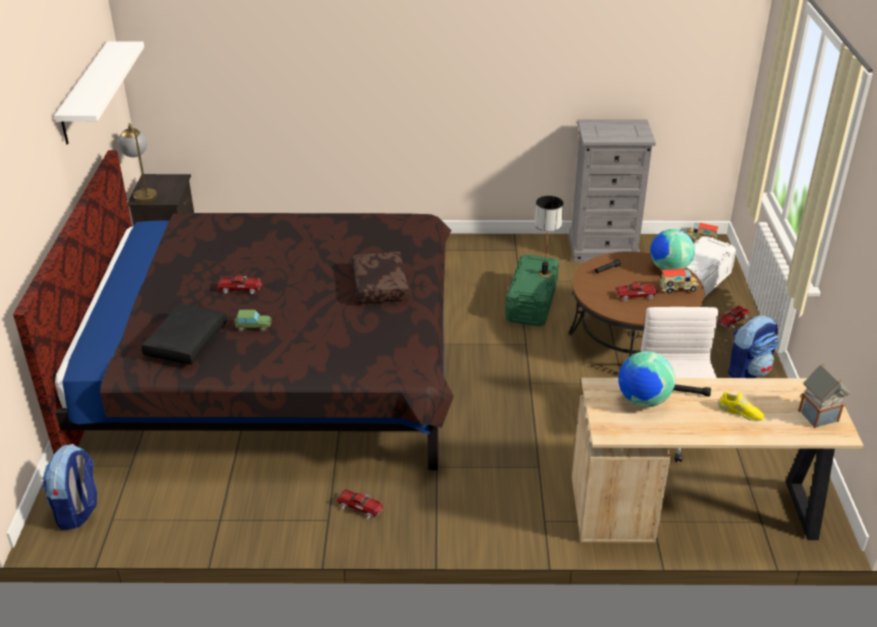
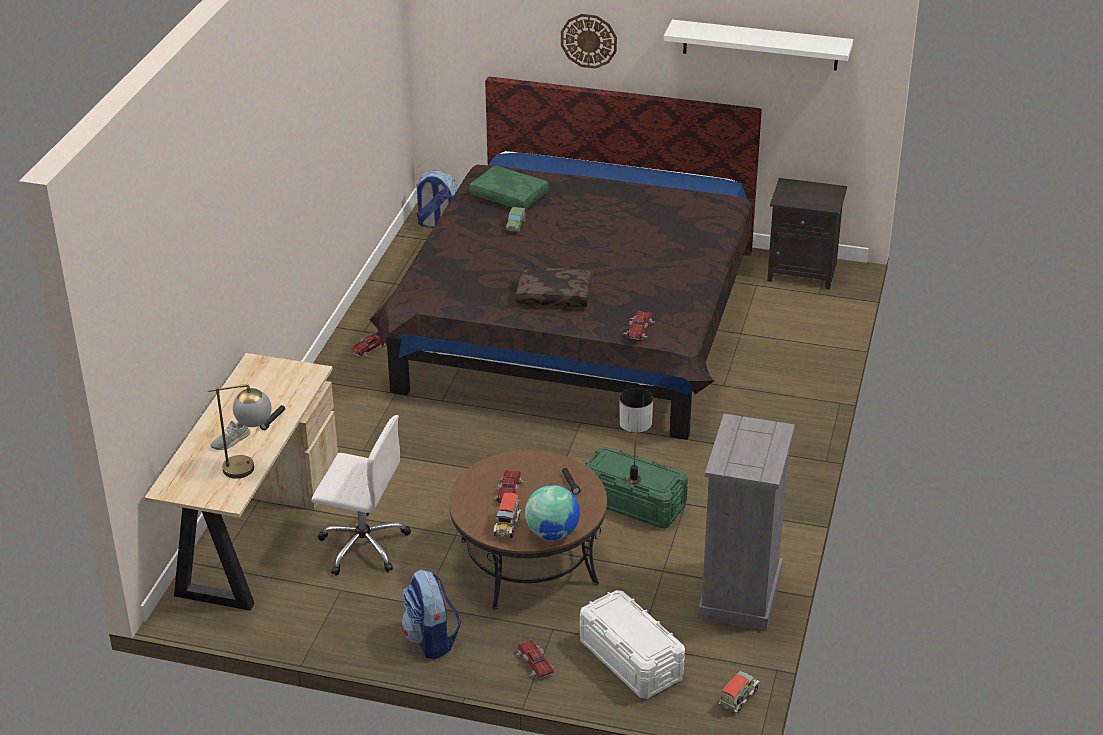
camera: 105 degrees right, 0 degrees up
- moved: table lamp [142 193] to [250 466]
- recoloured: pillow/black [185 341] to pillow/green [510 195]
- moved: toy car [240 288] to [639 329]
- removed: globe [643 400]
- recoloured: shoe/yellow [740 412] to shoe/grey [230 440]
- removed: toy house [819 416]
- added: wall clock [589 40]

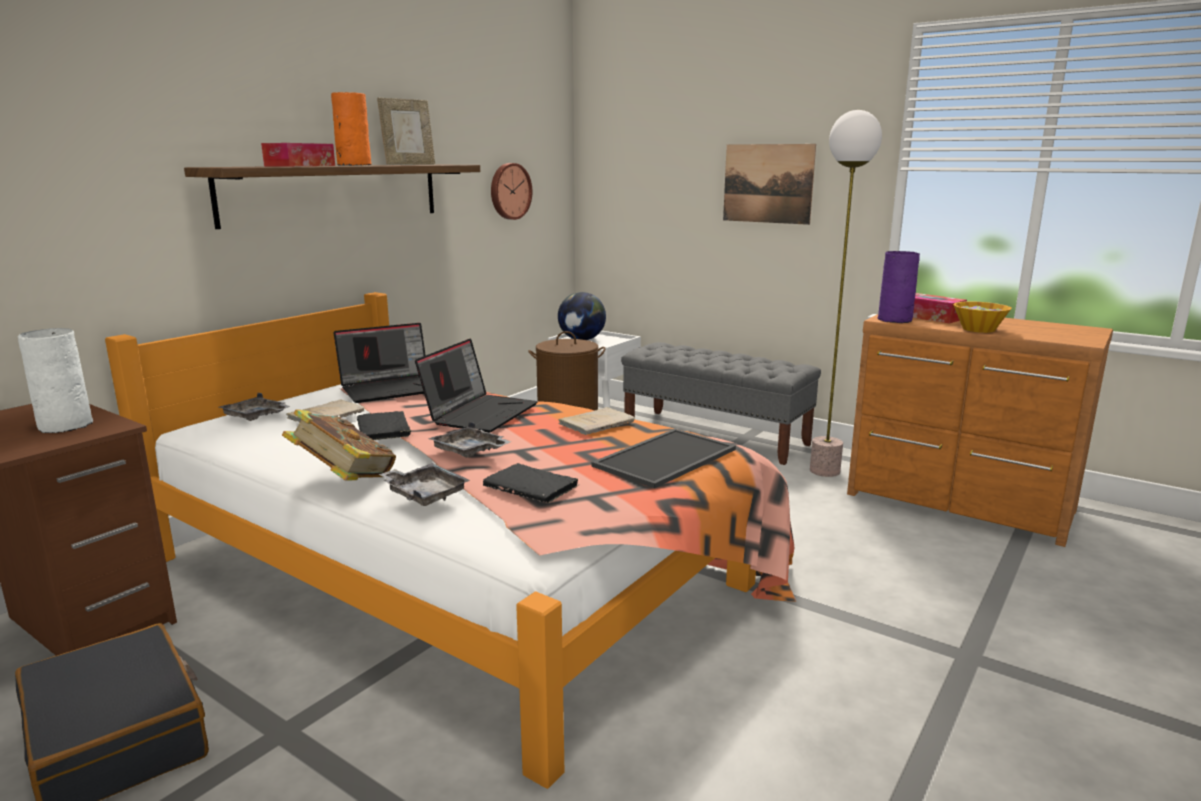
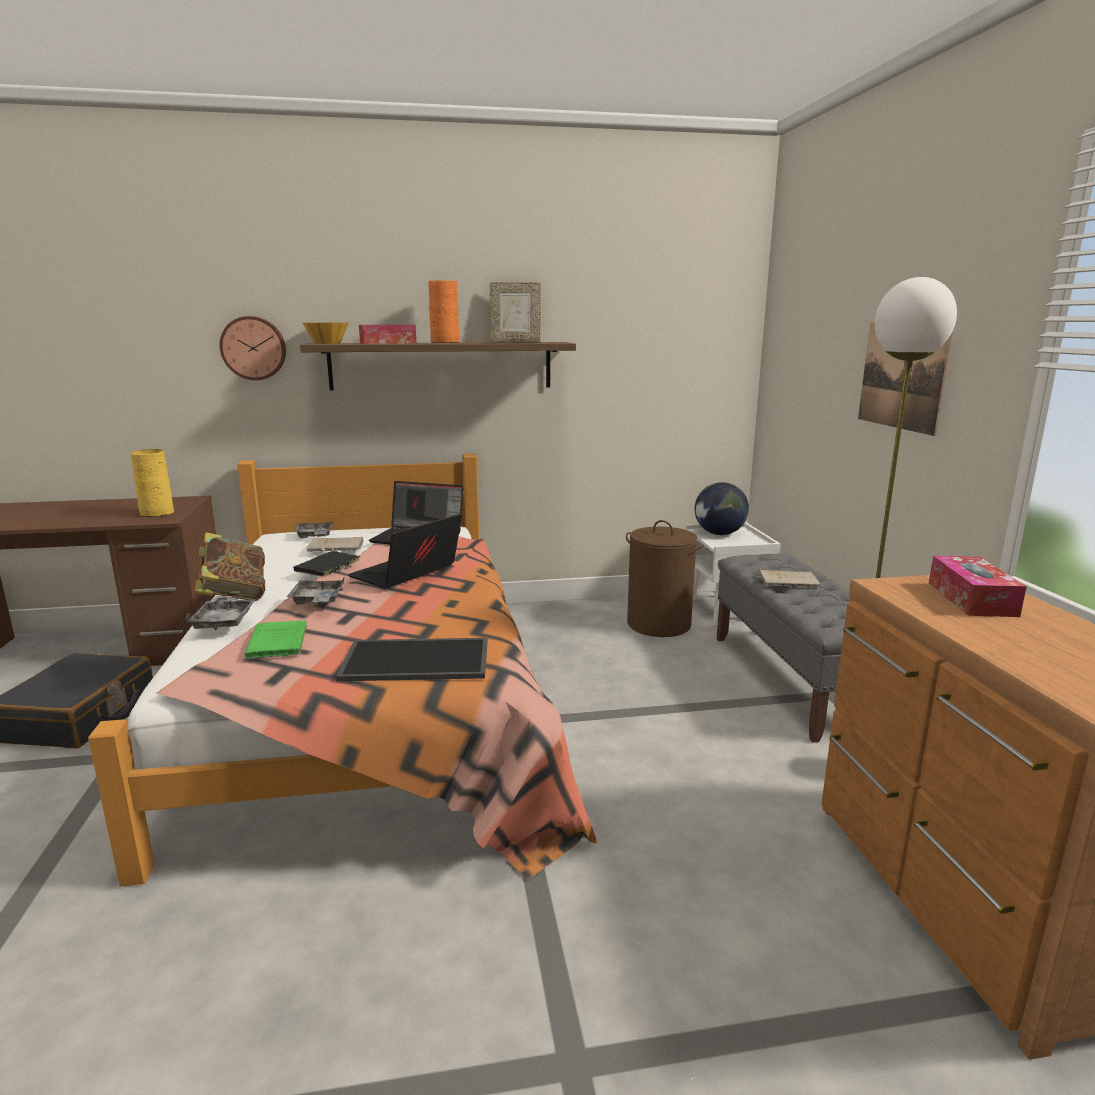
camera: 45 degrees right, 0 degrees up
- recoloured: vase/white [64 425] to vase/yellow [157 513]
- turned: laptop [480 413] = [406 574] 150 degrees clockwise
- recoloured: book/black [533 487] to book/green [277 643]
- moved: wall clock [509 191] to [254 348]
- moved: book/beige [598 423] to [790 581]
- removed: vase/purple [895 320]
- moved: bowl [978 329] to [327 343]

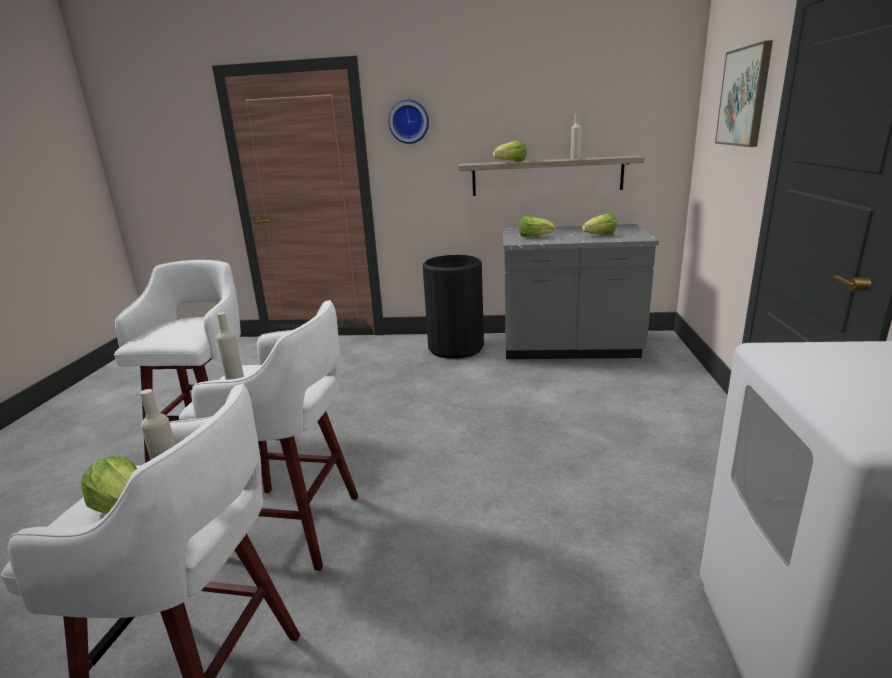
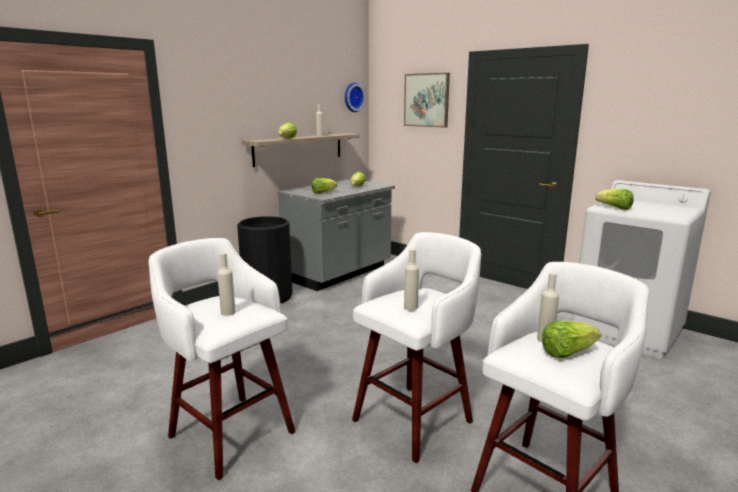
camera: 55 degrees left, 5 degrees down
- moved: wall clock [409 122] to [352 97]
- added: bottle/beige [228 312]
- added: lettuce [614 208]

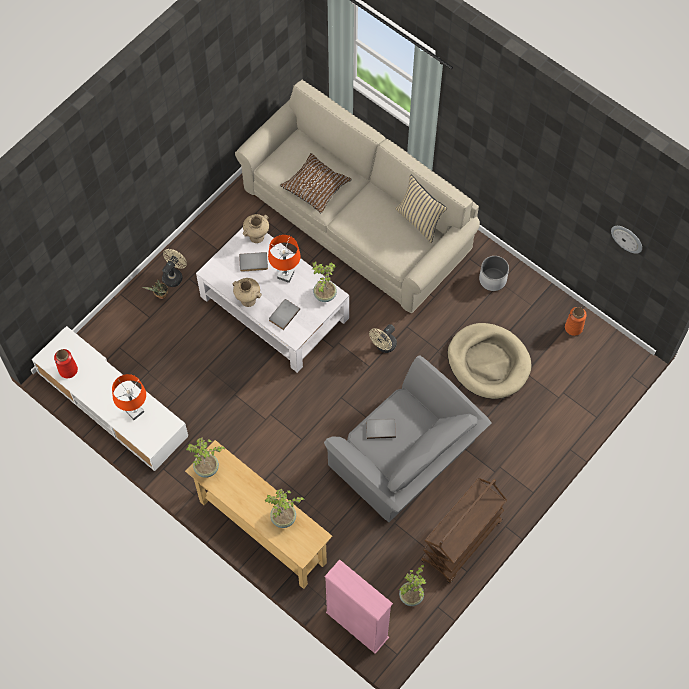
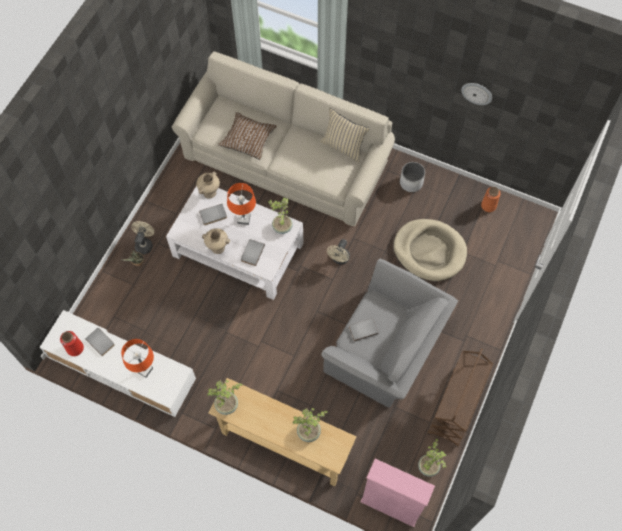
camera: 15 degrees left, 0 degrees up
- moved: wall clock [627 238] to [477 93]
- added: book/grey [101 341]

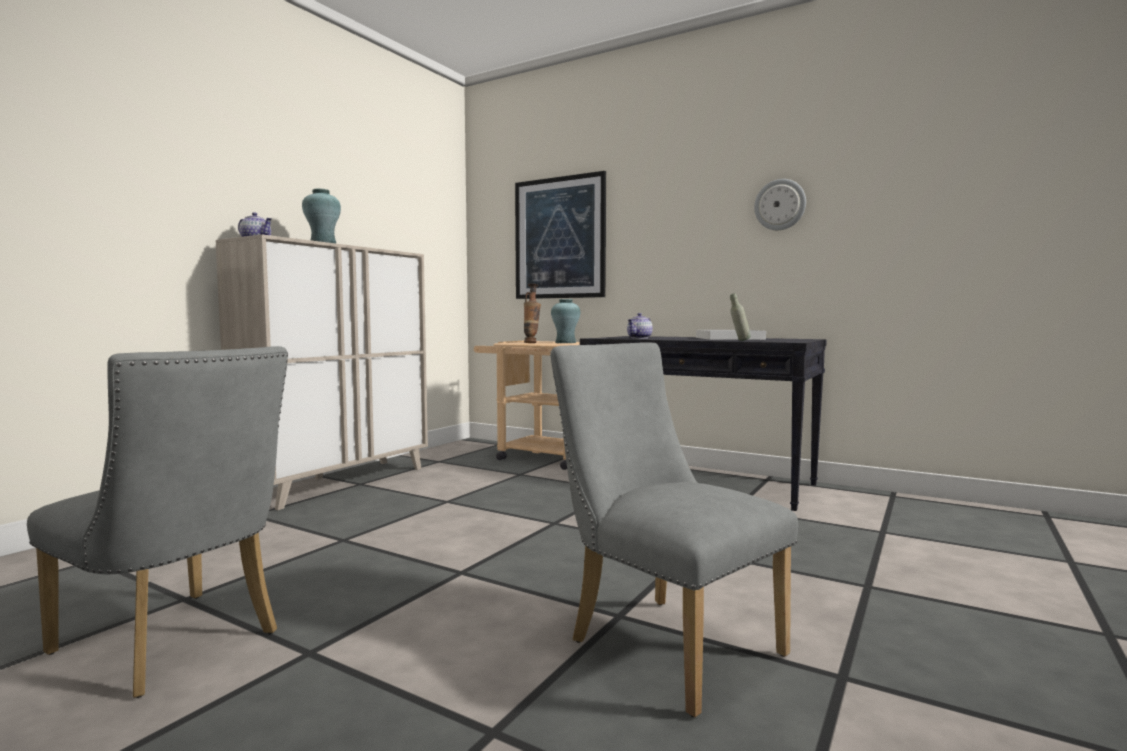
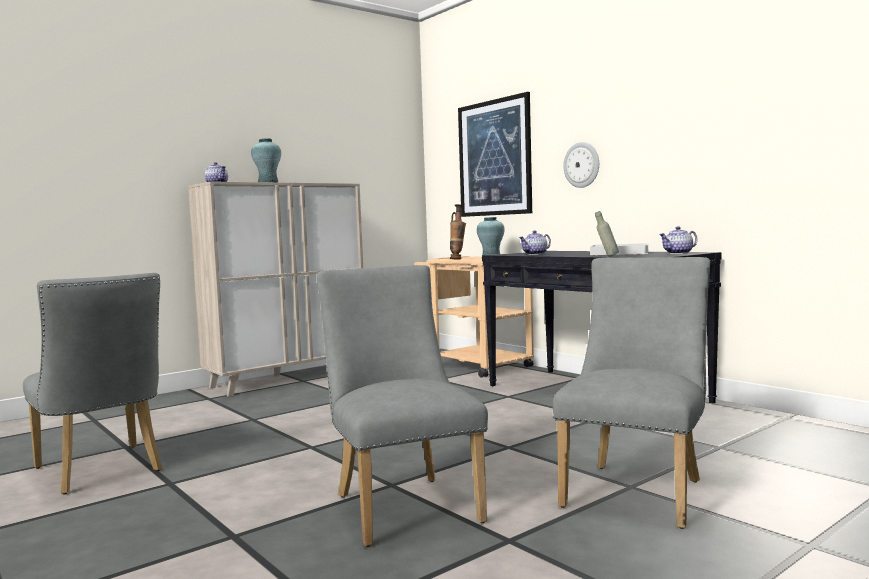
camera: 20 degrees right, 0 degrees up
- moved: wall clock [780 205] to [582 165]
- added: chair/grey [637 490]
- added: teapot [678 253]

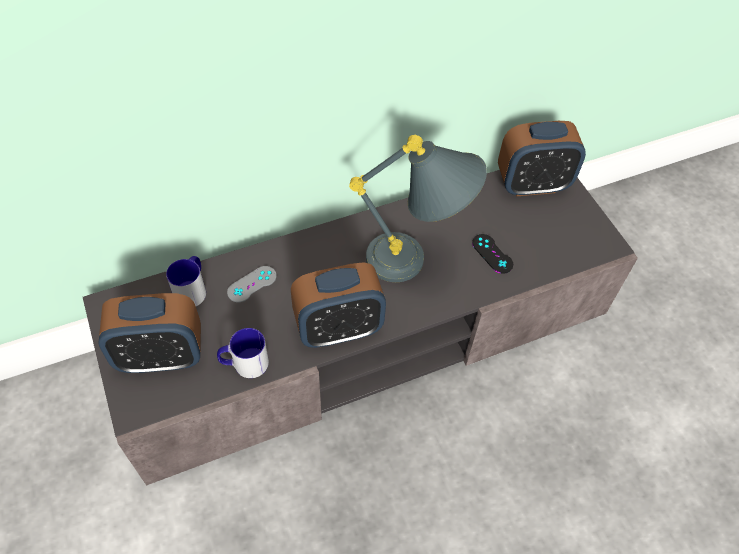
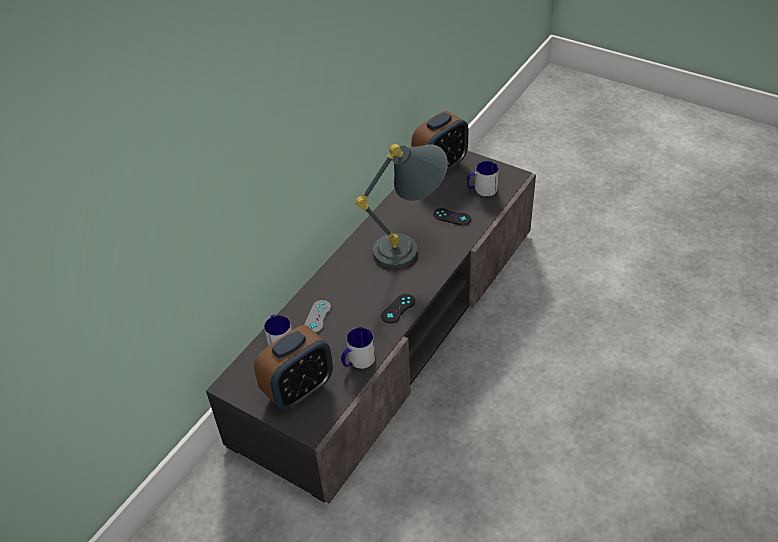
camera: 30 degrees left, 10 degrees down
- replaced: alarm clock [338 329] to game controller/black [398 308]
- added: mug [481 189]

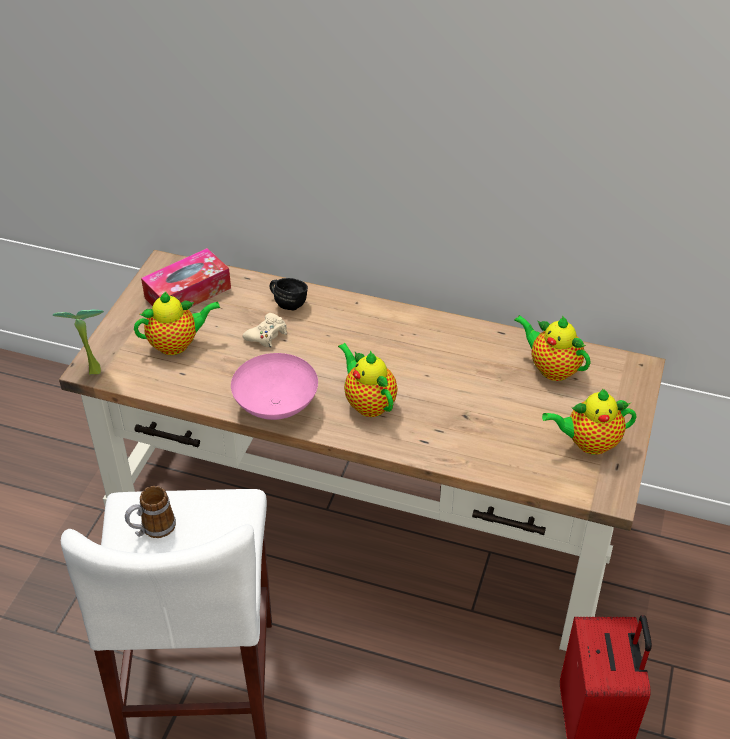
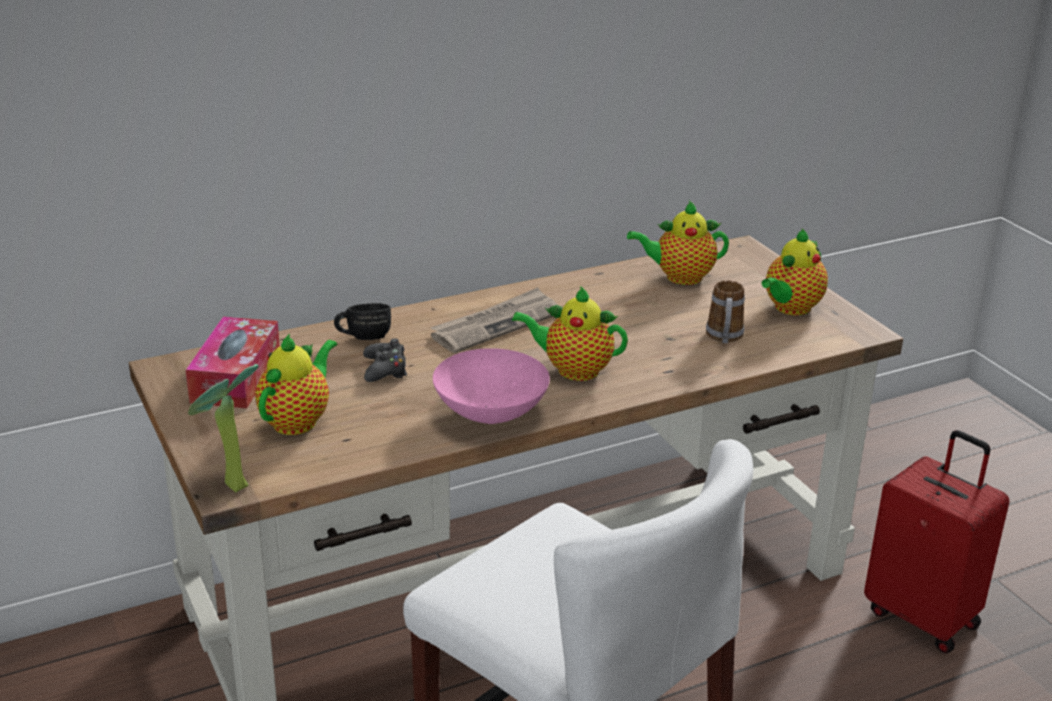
camera: 45 degrees left, 15 degrees down
- moved: mug [152 529] to [724 338]
- recoloured: game controller/beige [267 335] to game controller/black [385 369]
- added: newspaper [496 324]

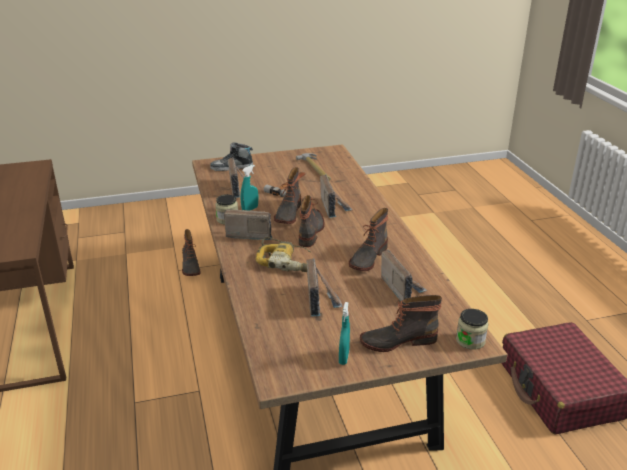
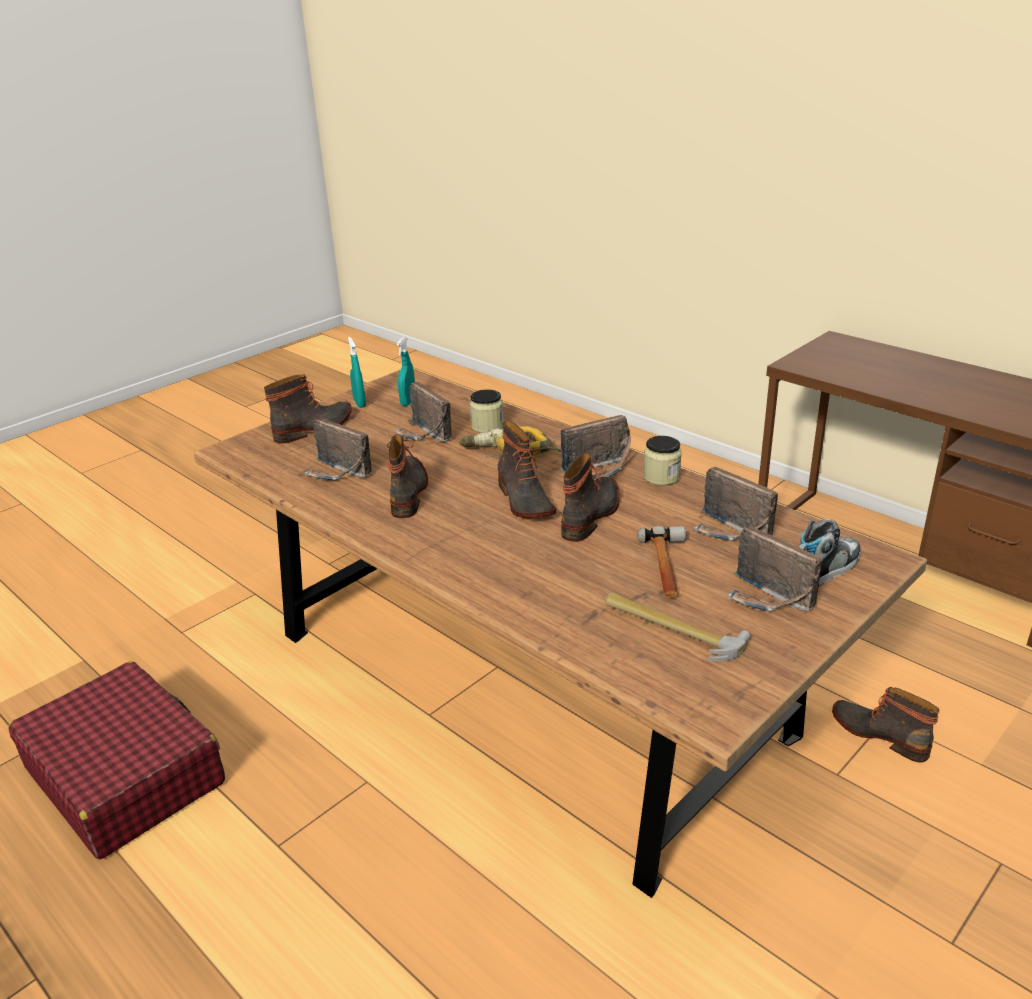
camera: 150 degrees right, 0 degrees up
- moved: spray bottle/turquoise [250 209] to [408 402]
- turned: boot [287 213] = [592 515] 45 degrees clockwise
- moved: radio [334 207] to [768 598]
- moved: jar [470 340] to [487 426]

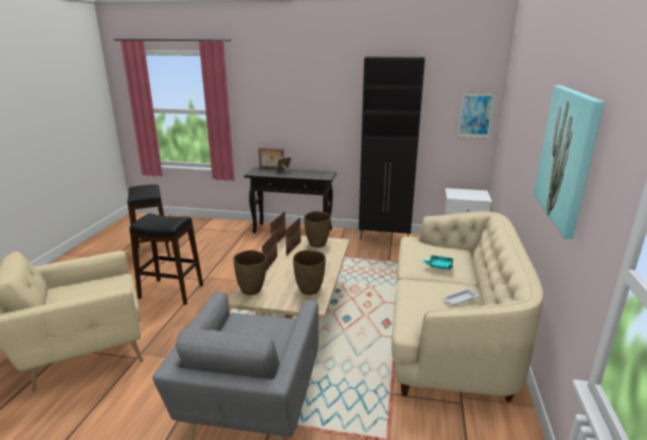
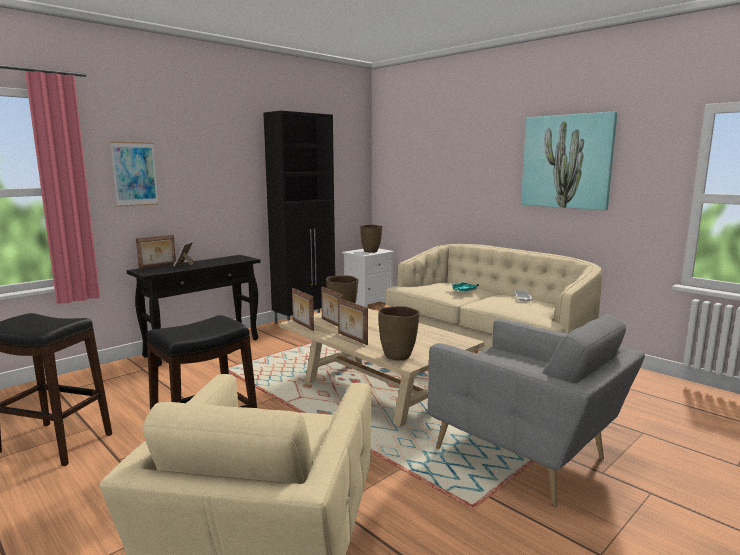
camera: 55 degrees left, 10 degrees down
- moved: vase/brown [309 290] to [371 251]
- moved: picture [475 115] to [135 174]

